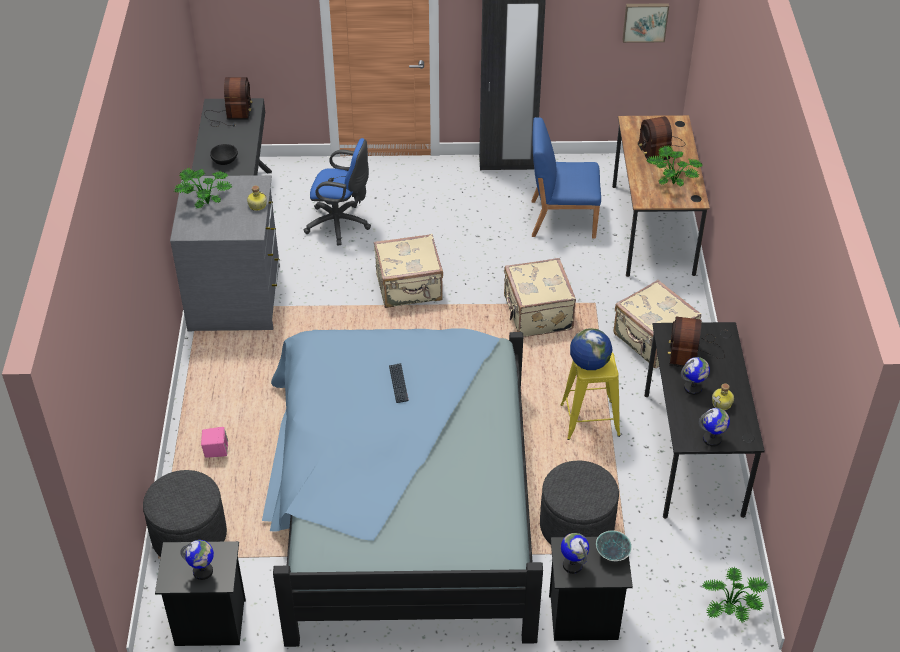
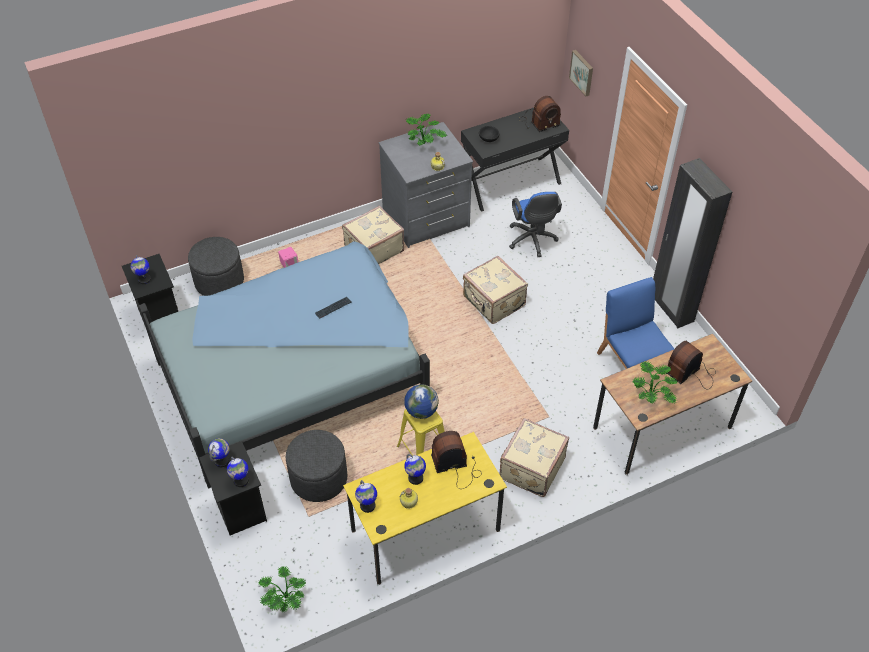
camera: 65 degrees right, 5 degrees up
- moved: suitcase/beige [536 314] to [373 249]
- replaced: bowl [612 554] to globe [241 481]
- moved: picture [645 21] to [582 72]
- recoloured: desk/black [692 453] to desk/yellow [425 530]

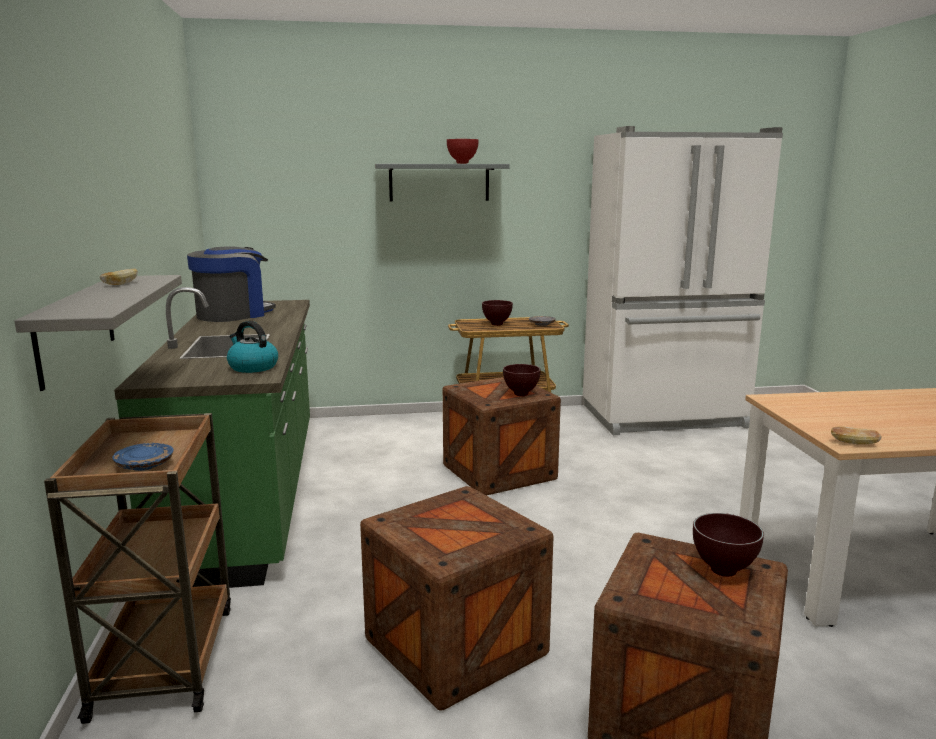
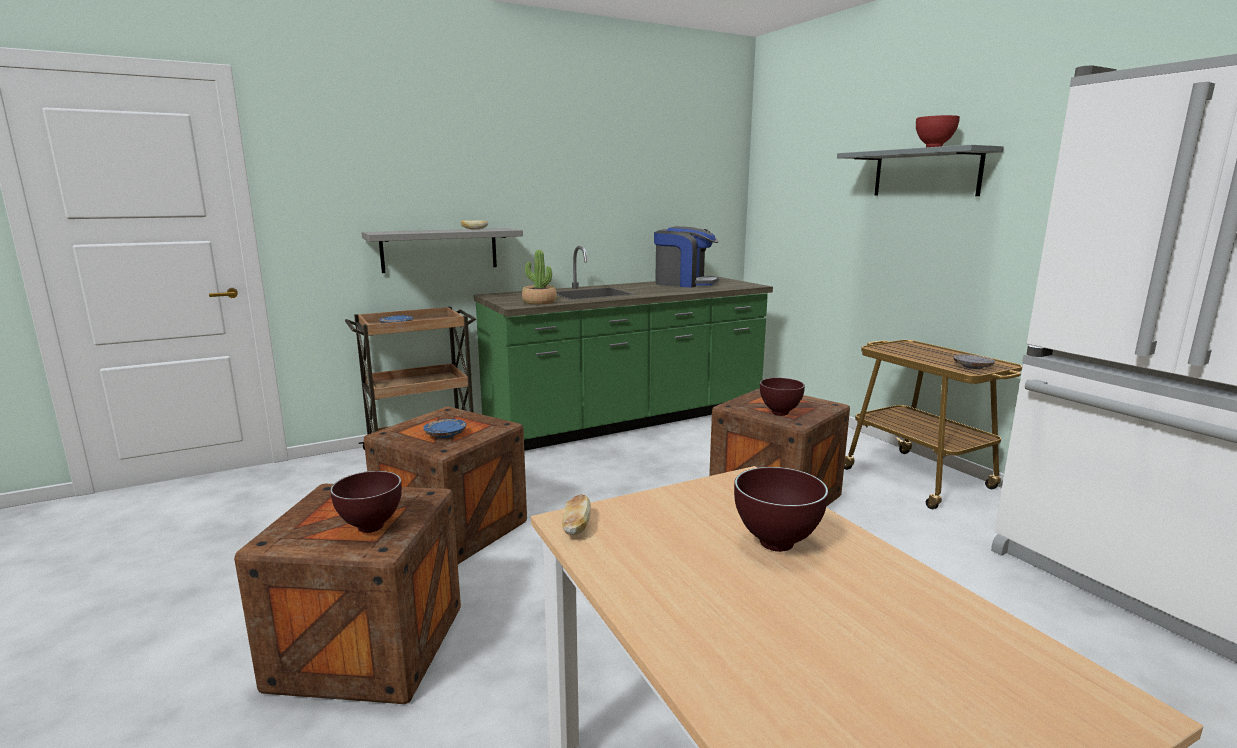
camera: 70 degrees right, 0 degrees up
- replaced: kettle [252 367] to potted plant [539 302]
- moved: bowl/brown [497 324] to [776 546]
- added: plate/blue [445 435]

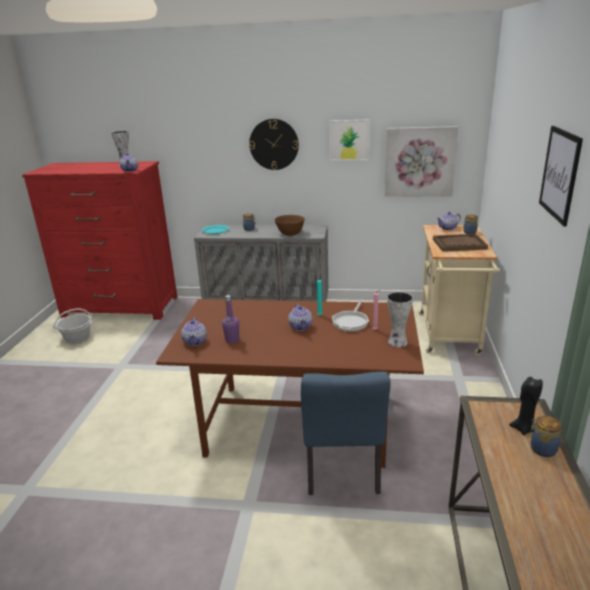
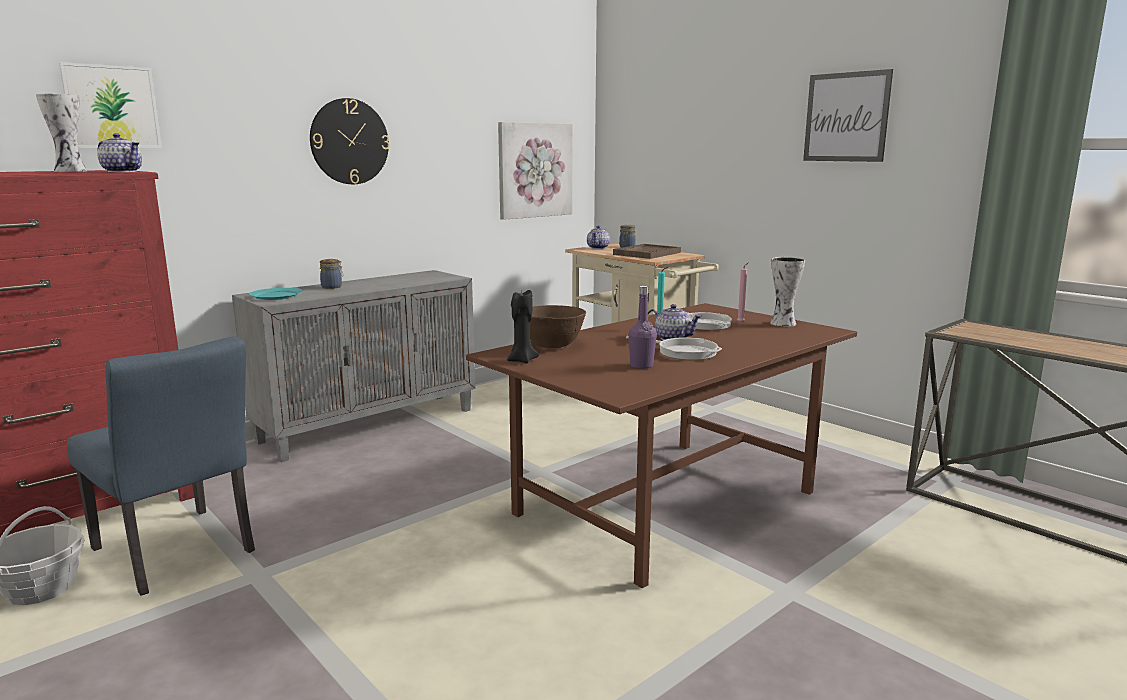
camera: 50 degrees left, 10 degrees down
- removed: teapot [195 341]
- moved: bowl/brown [290 234] to [552 346]
- moved: chair/blue [341 470] to [179 554]
- moved: picture [349 140] to [112 107]
- moved: candle/black [523 428] to [522 360]
- removed: jar [541 449]
- added: frying pan [683 352]

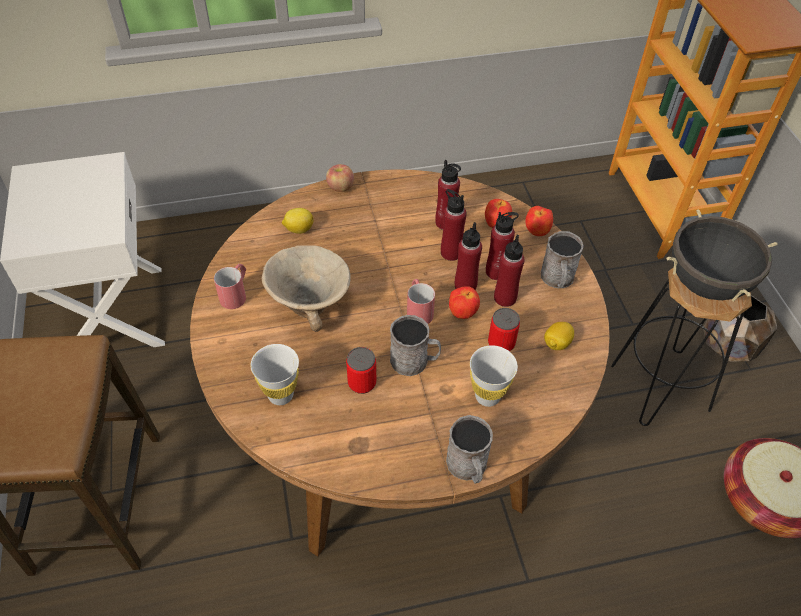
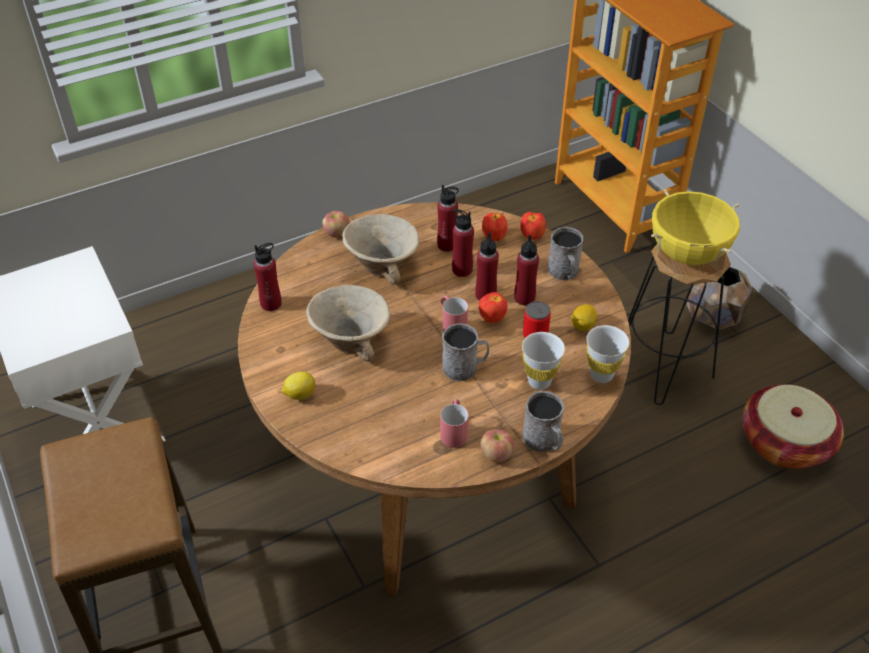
camera: 15 degrees left, 5 degrees down
- moved: mug/red [236 294] to [454 431]
- moved: cup/white [280 395] to [601 375]
- moved: lemon [298 229] to [299 394]
- removed: can [362 383]
- moved: bottle/red [496 272] to [271 303]
- recoloured: cooking pot/black [706 284] to cooking pot/yellow [687 254]
- added: bowl/beige [383 266]
- added: apple [496 454]

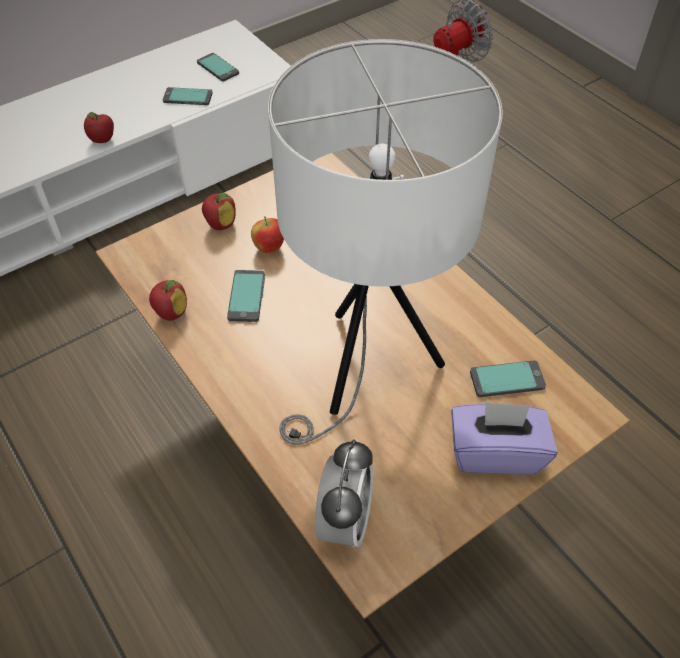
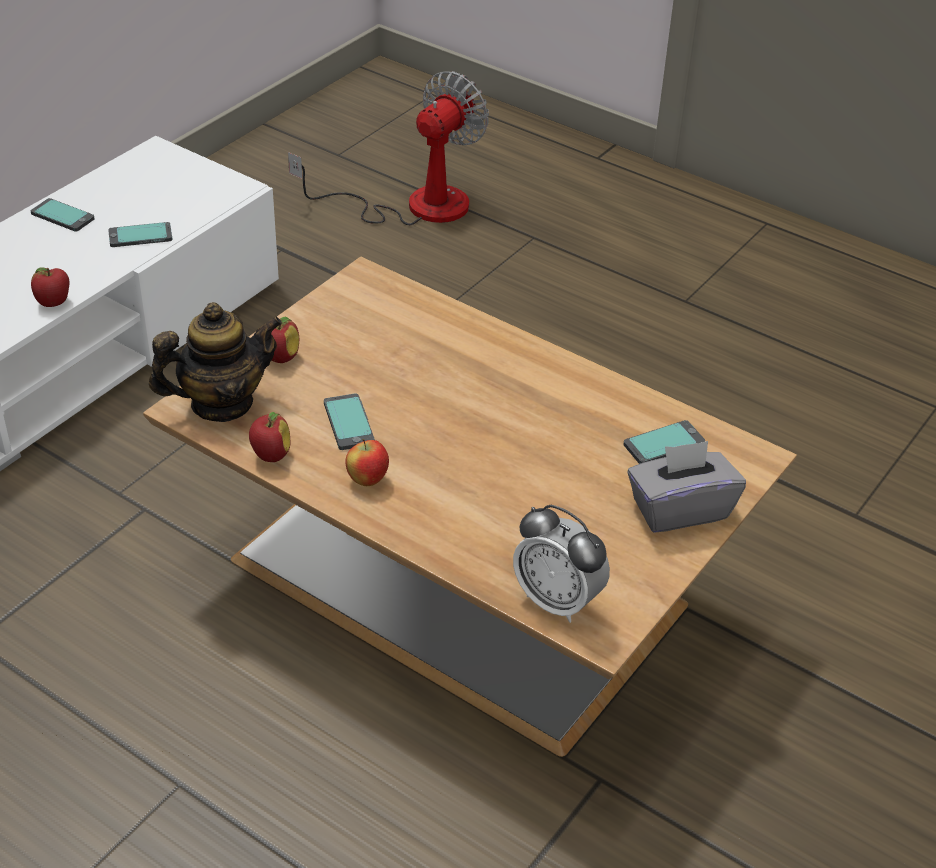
camera: 20 degrees left, 10 degrees down
- moved: phone [218 68] to [63 216]
- moved: apple [269 248] to [367 480]
- removed: table lamp/white [365 369]
- turned: alarm clock [345 521] = [557 600] 135 degrees clockwise
- recoloured: tissue box/purple [495 452] to tissue box/grey [679 509]
- added: teapot [221 404]

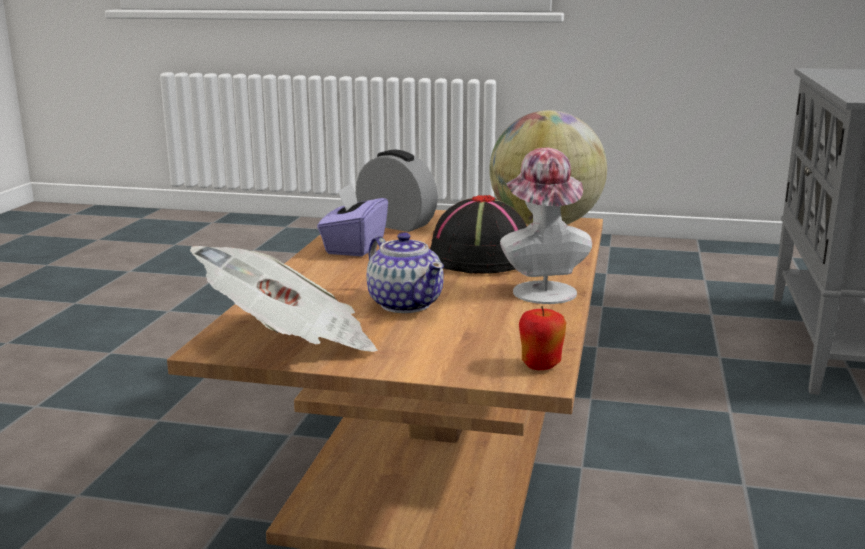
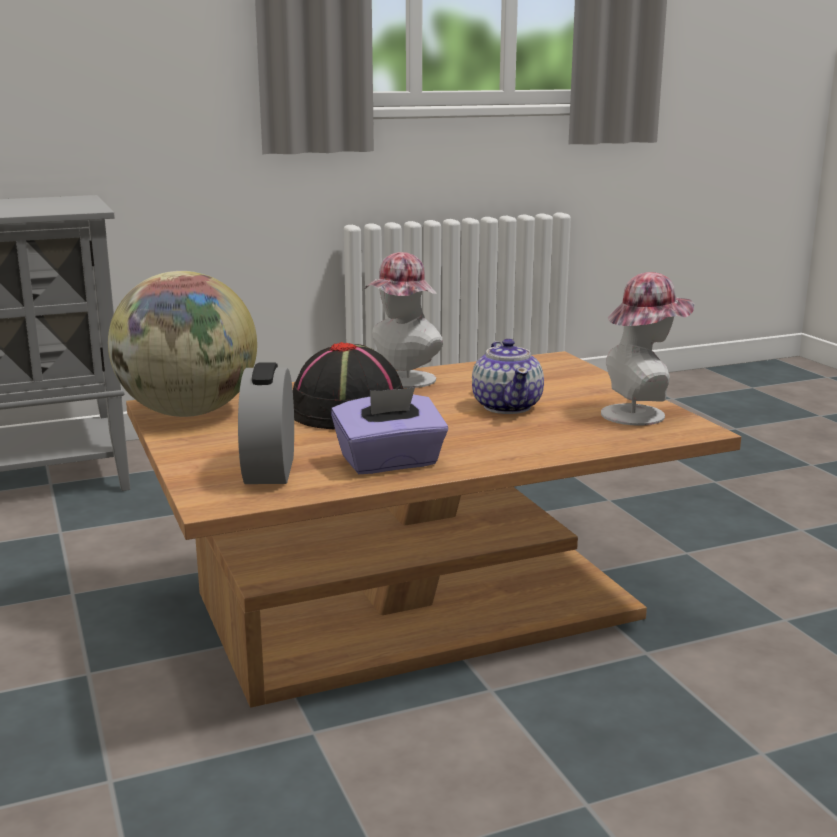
camera: 125 degrees left, 0 degrees up
- replaced: newspaper [291 342] to hat [640 414]
- turned: teapot [405 303] = [507 406] 150 degrees clockwise
- removed: apple [540 366]

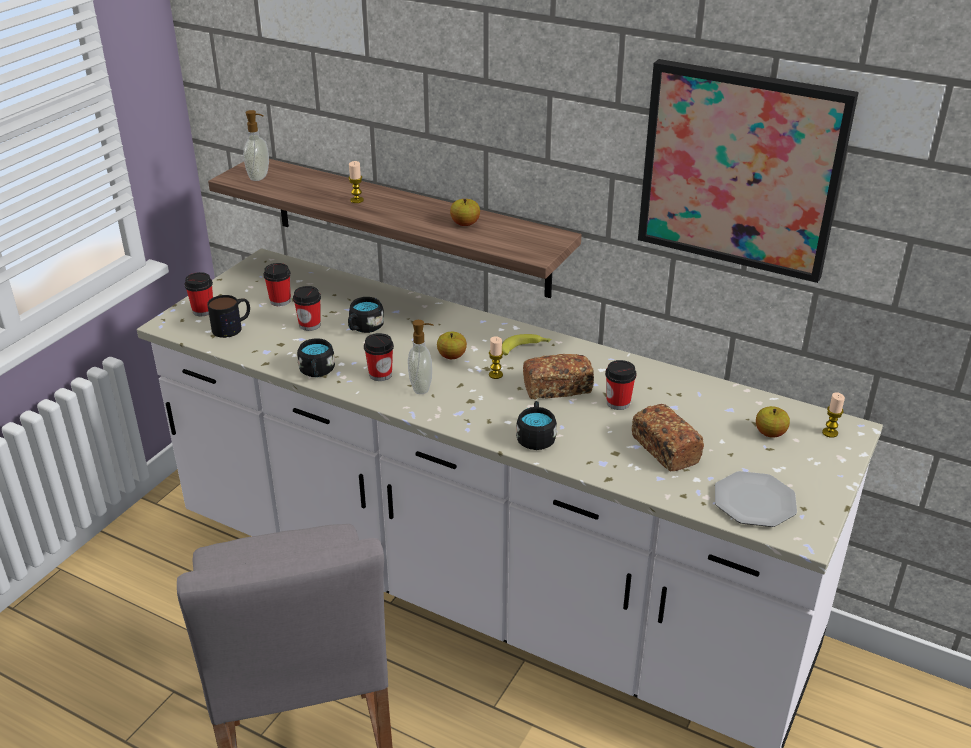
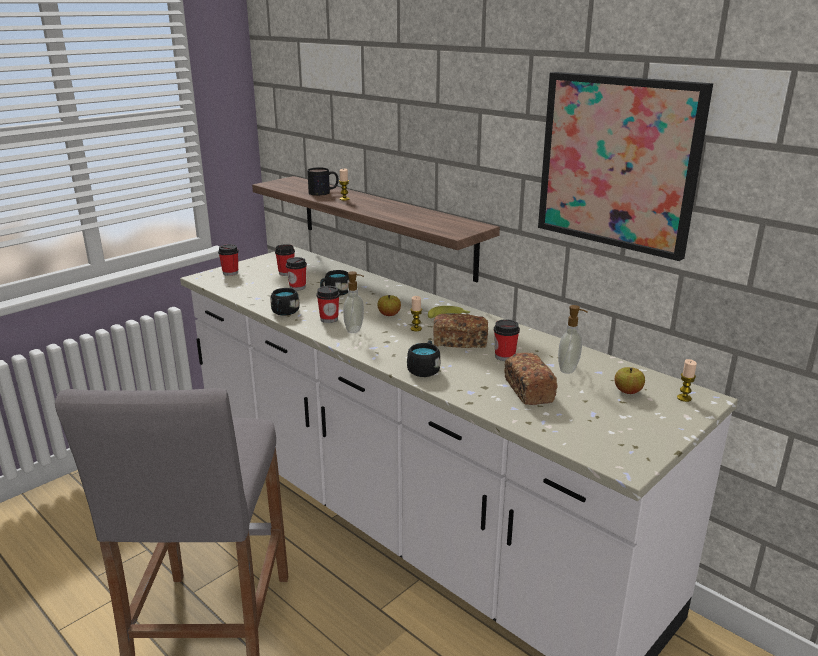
camera: 15 degrees right, 10 degrees down
- moved: mug [233 327] to [324 192]
- moved: soap dispenser [260 177] to [569 369]
- removed: apple [465 224]
- removed: plate [753 501]

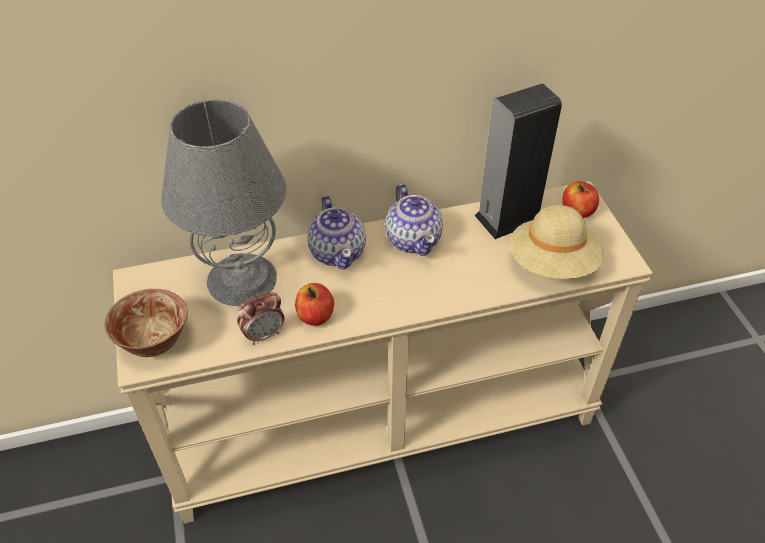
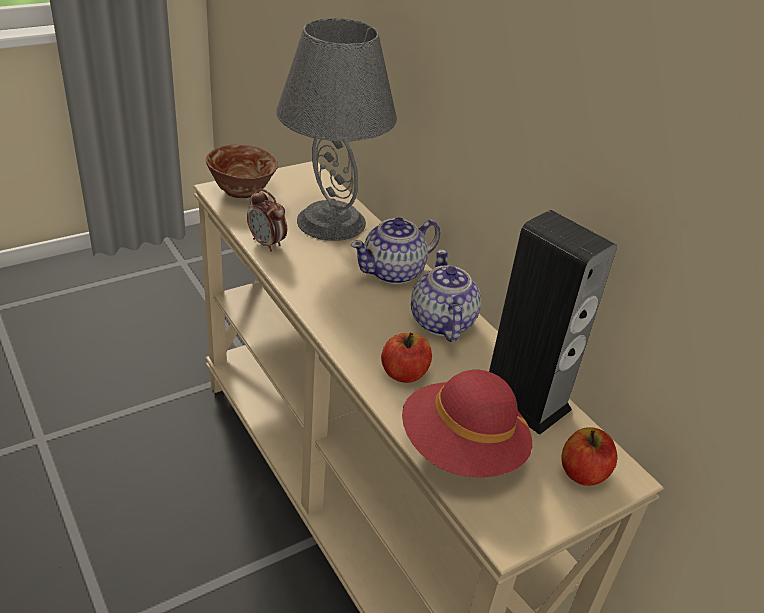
camera: 70 degrees right, 10 degrees down
- moved: apple [315 316] to [404 373]
- turned: teapot [413 239] = [441 322] 120 degrees clockwise
- recoloured: hat/beige [552 263] to hat/red [462 450]

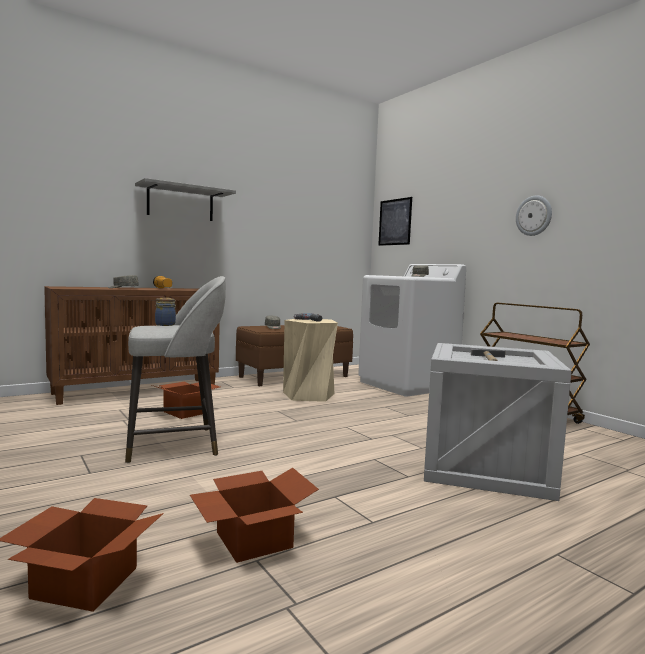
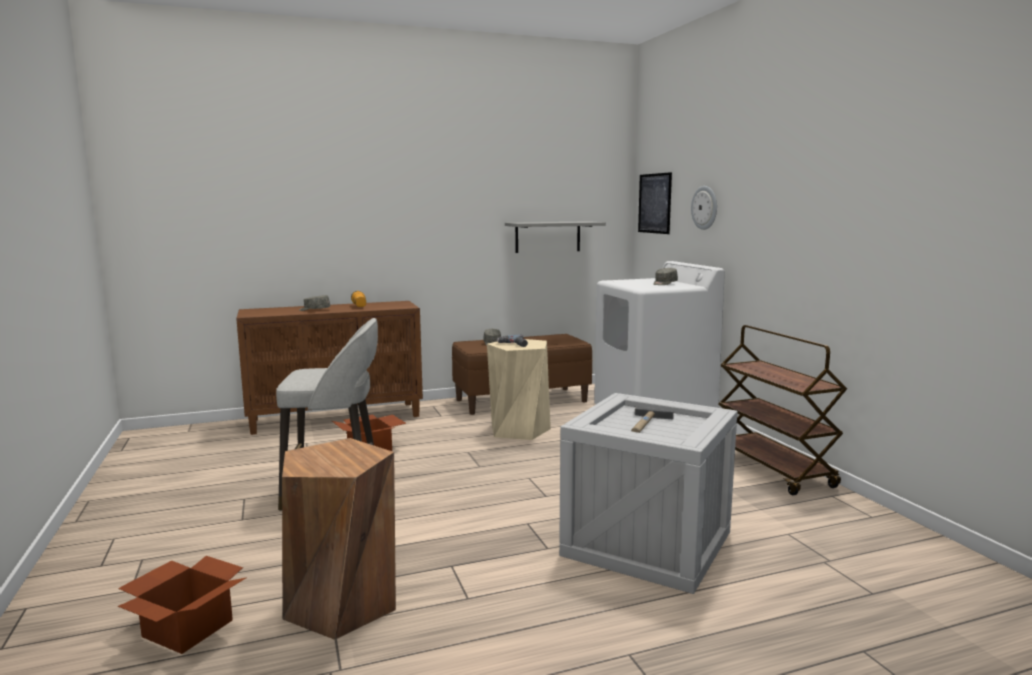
camera: 15 degrees right, 5 degrees up
- moved: shelf/grey [180 203] to [548 237]
- removed: jar [166 325]
- replaced: cardboard box [251 539] to stool/brown [342 604]
- moved: wall clock [534 216] to [705 207]

